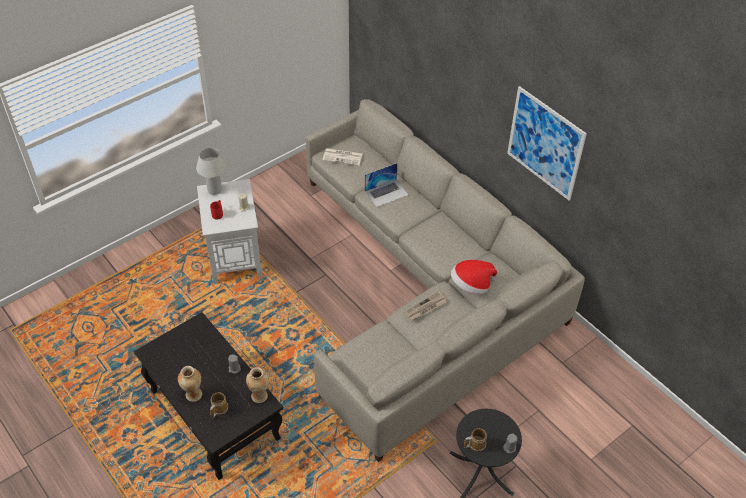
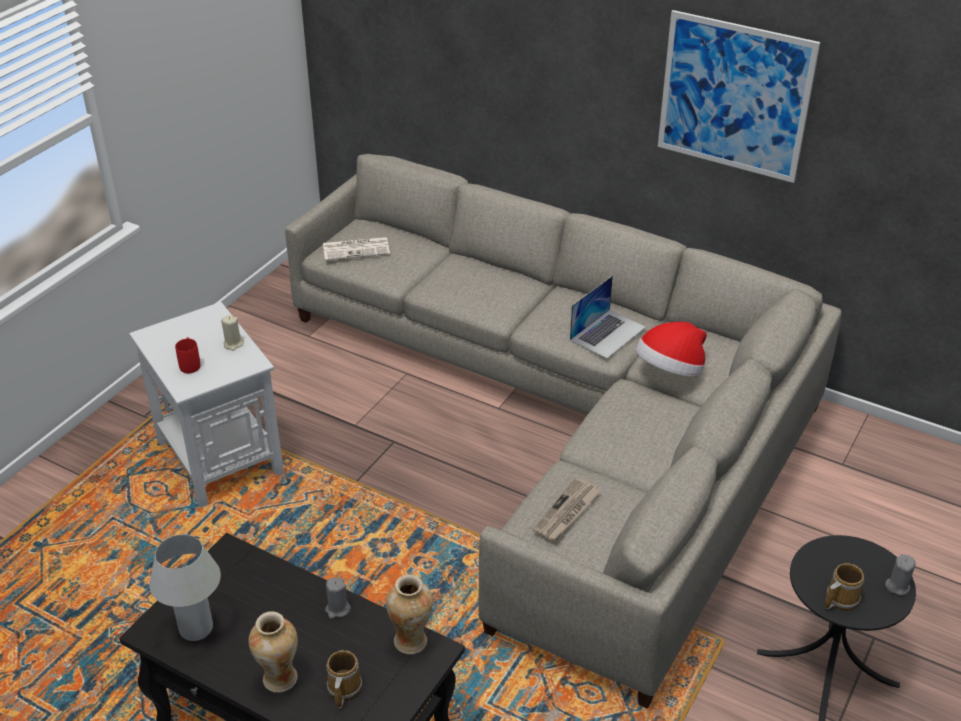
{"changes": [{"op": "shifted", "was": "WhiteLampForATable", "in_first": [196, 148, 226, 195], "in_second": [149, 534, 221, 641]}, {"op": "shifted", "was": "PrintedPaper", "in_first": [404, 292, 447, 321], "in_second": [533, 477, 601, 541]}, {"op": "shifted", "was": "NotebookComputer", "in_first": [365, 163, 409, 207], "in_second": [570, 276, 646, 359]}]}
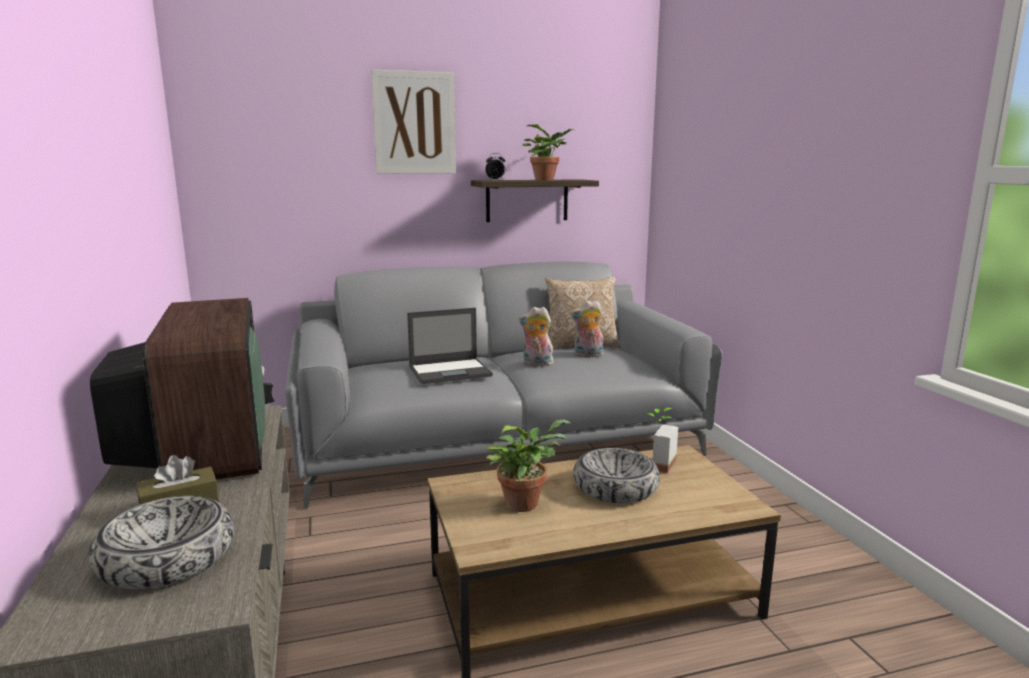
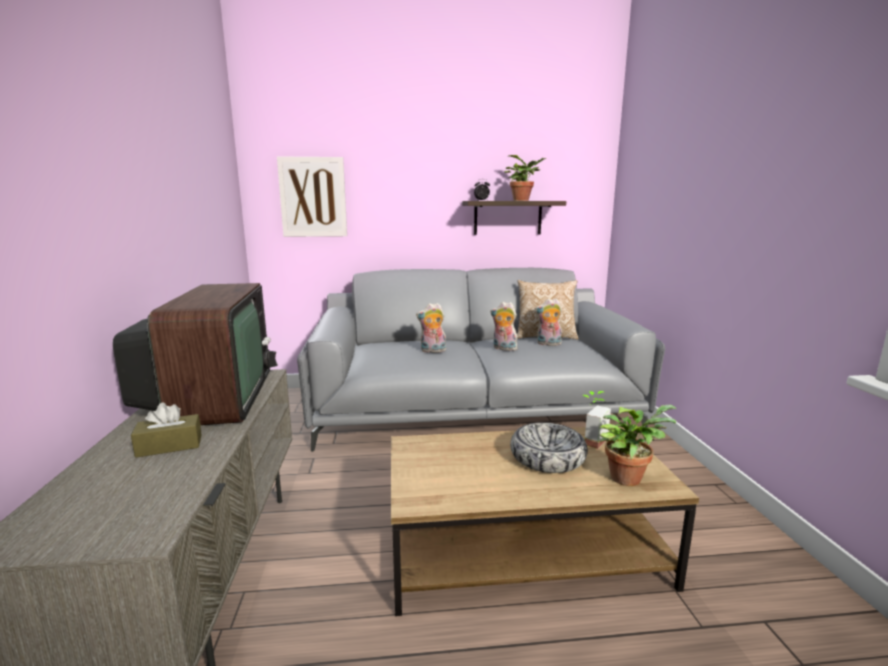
{"changes": [{"op": "shifted", "was": "WallArt", "in_first": [371, 70, 456, 174], "in_second": [277, 156, 347, 237]}, {"op": "swapped", "was": "NotebookComputer", "now": "SoftToy", "in_first": [407, 308, 493, 384], "in_second": [416, 303, 446, 354]}, {"op": "shifted", "was": "PottedPlant", "in_first": [486, 419, 570, 512], "in_second": [600, 405, 677, 486]}, {"op": "gone", "was": "DeepDish", "in_first": [89, 496, 234, 589]}]}
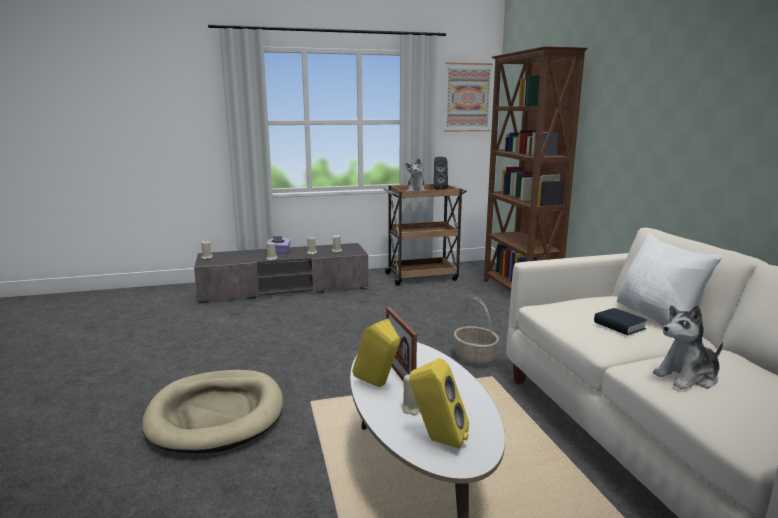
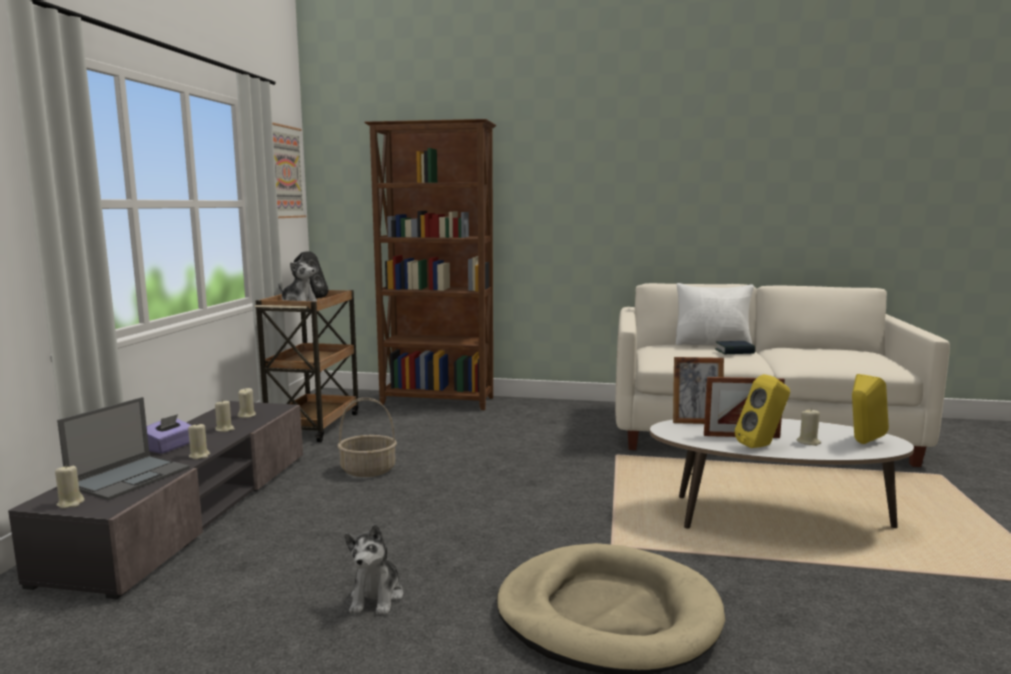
{"changes": [{"op": "new", "now": "NotebookComputer", "in_second": [57, 397, 190, 500]}, {"op": "shifted", "was": "Basket", "in_first": [453, 297, 499, 366], "in_second": [338, 397, 397, 477]}, {"op": "shifted", "was": "SoftToy", "in_first": [653, 305, 723, 389], "in_second": [344, 524, 403, 615]}, {"op": "new", "now": "PictureFrame", "in_second": [673, 357, 724, 424]}]}
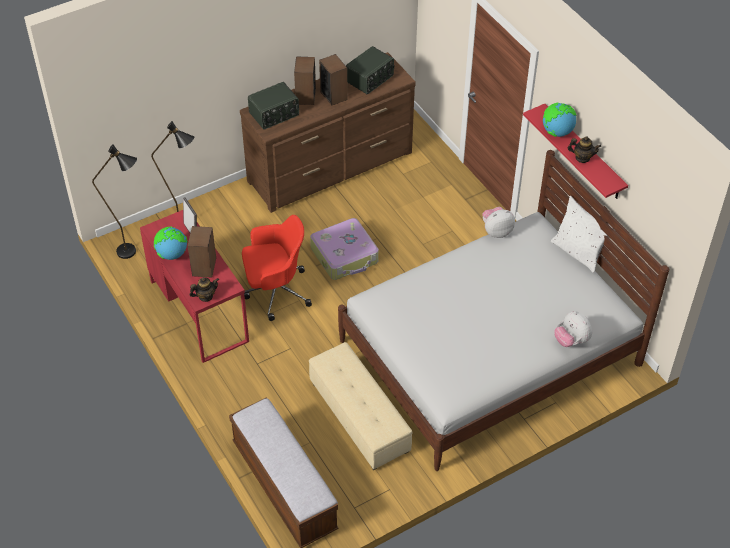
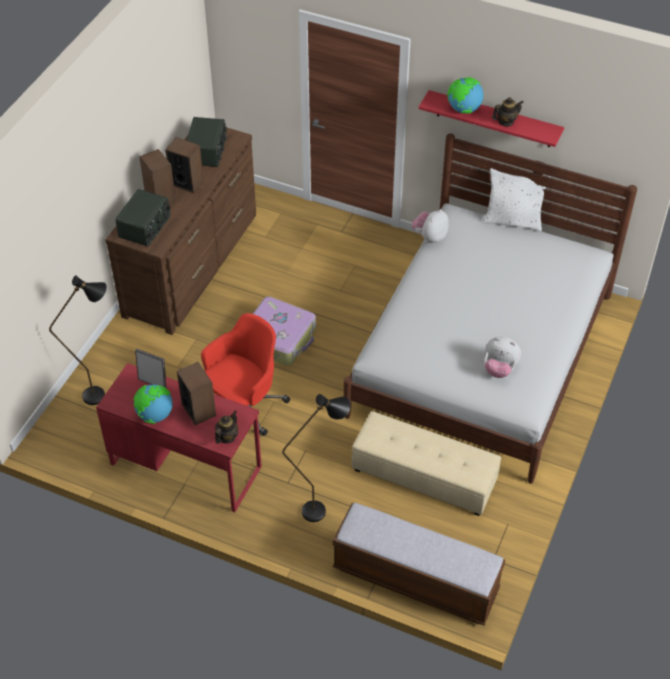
{"changes": [{"op": "shifted", "was": "BlackColouredStandardLamp", "in_first": [92, 144, 137, 259], "in_second": [282, 394, 351, 522]}, {"op": "shifted", "was": "SoftToy", "in_first": [554, 311, 592, 347], "in_second": [484, 337, 521, 378]}]}
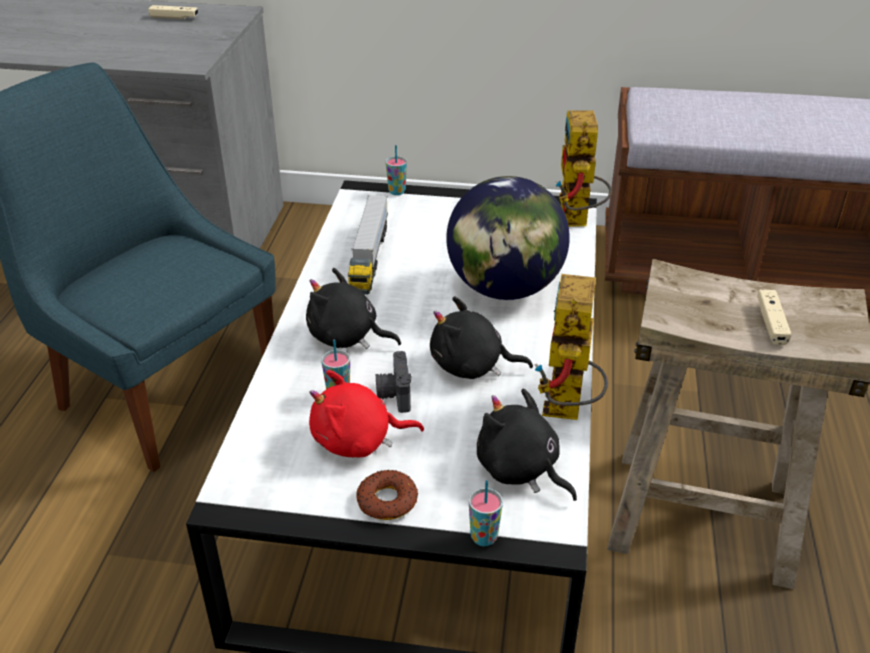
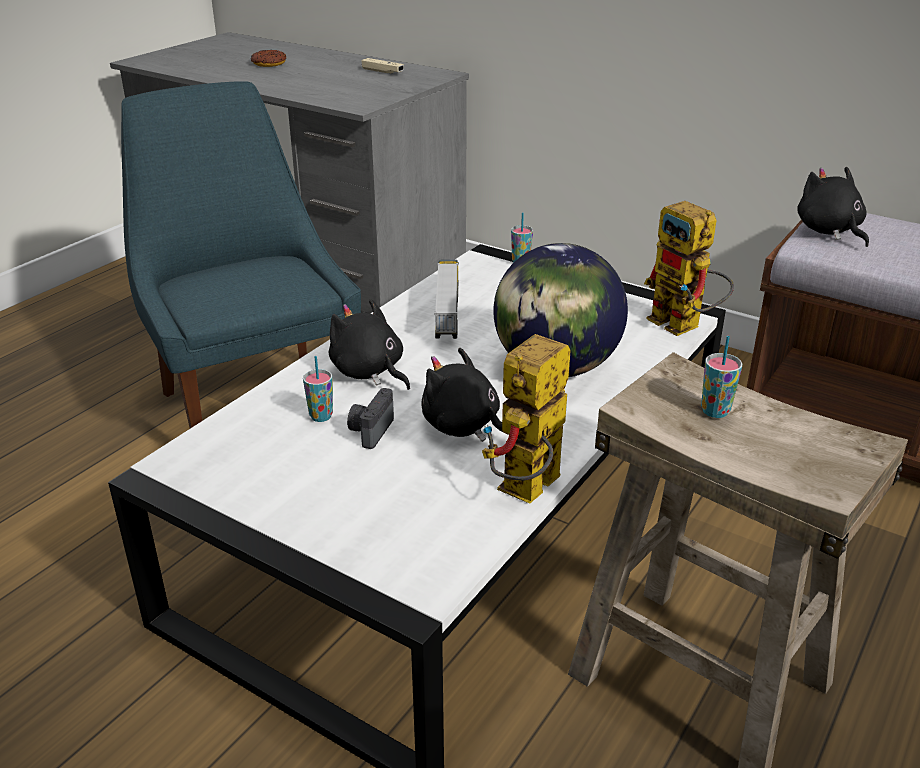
{"changes": [{"op": "shifted", "was": "Doughnut", "in_first": [356, 470, 418, 520], "in_second": [251, 50, 286, 67]}, {"op": "rotated", "was": "ModelTruck", "in_first": [348, 194, 388, 295], "in_second": [434, 260, 459, 339], "clockwise": 150}, {"op": "rotated", "was": "RobotFigure", "in_first": [555, 110, 612, 227], "in_second": [644, 201, 734, 336], "clockwise": -60}, {"op": "shifted", "was": "DrinkingCup", "in_first": [469, 480, 503, 546], "in_second": [701, 336, 742, 418]}, {"op": "shifted", "was": "BlackColouredSoftToy", "in_first": [477, 388, 577, 501], "in_second": [797, 167, 869, 247]}, {"op": "gone", "was": "ReddishSoftToy", "in_first": [309, 370, 424, 457]}, {"op": "gone", "was": "BeigeJoypad", "in_first": [757, 289, 792, 345]}]}
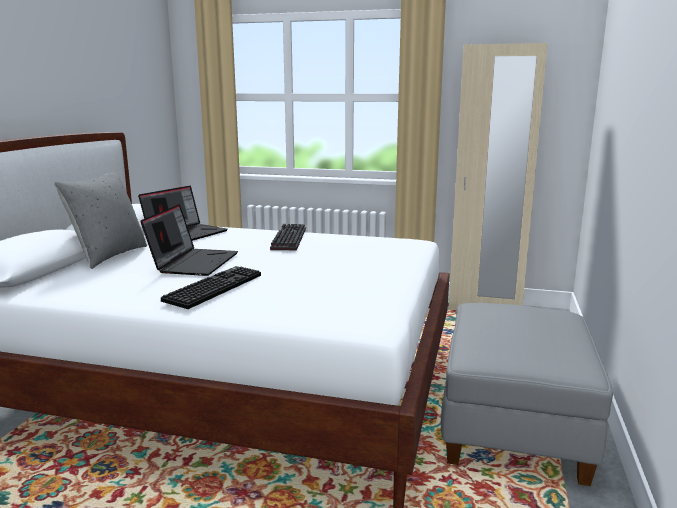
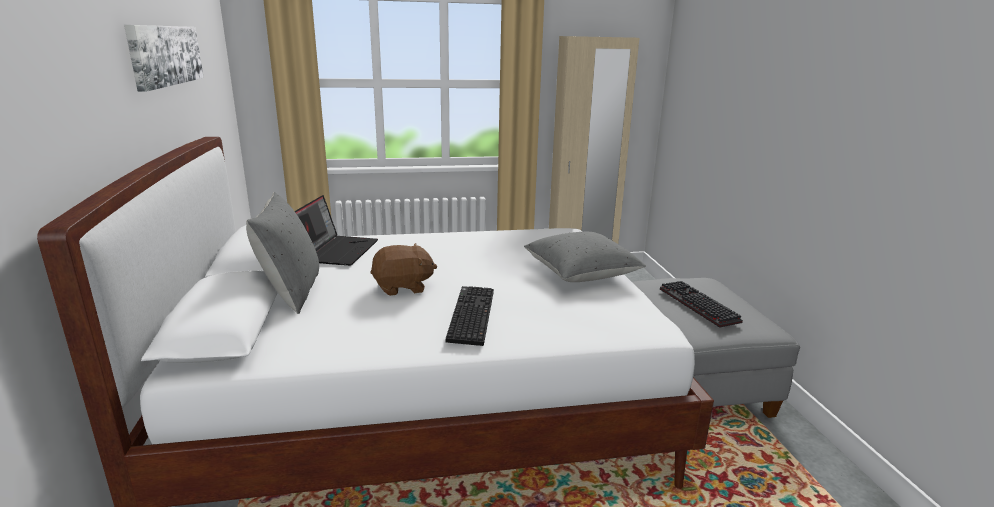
{"changes": [{"op": "new", "now": "WallArt", "in_second": [124, 25, 204, 92]}, {"op": "swapped", "was": "NotebookComputer", "now": "BrownSoftToy", "in_first": [140, 204, 238, 276], "in_second": [370, 243, 437, 296]}, {"op": "new", "now": "GreyishPillow", "in_second": [524, 232, 646, 282]}, {"op": "shifted", "was": "ComputerKeyboard", "in_first": [270, 224, 306, 250], "in_second": [660, 281, 743, 328]}]}
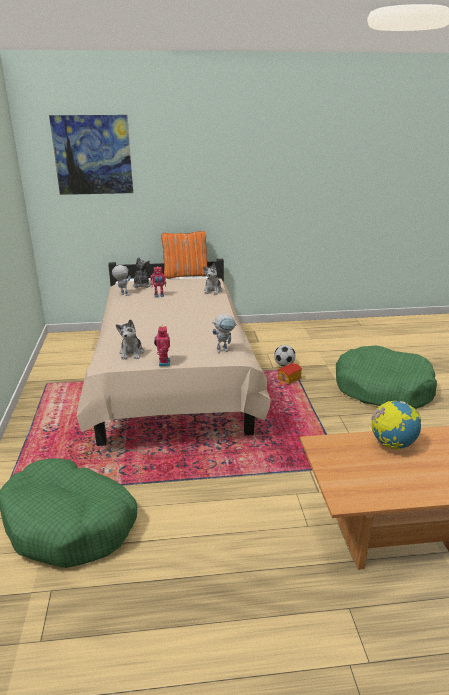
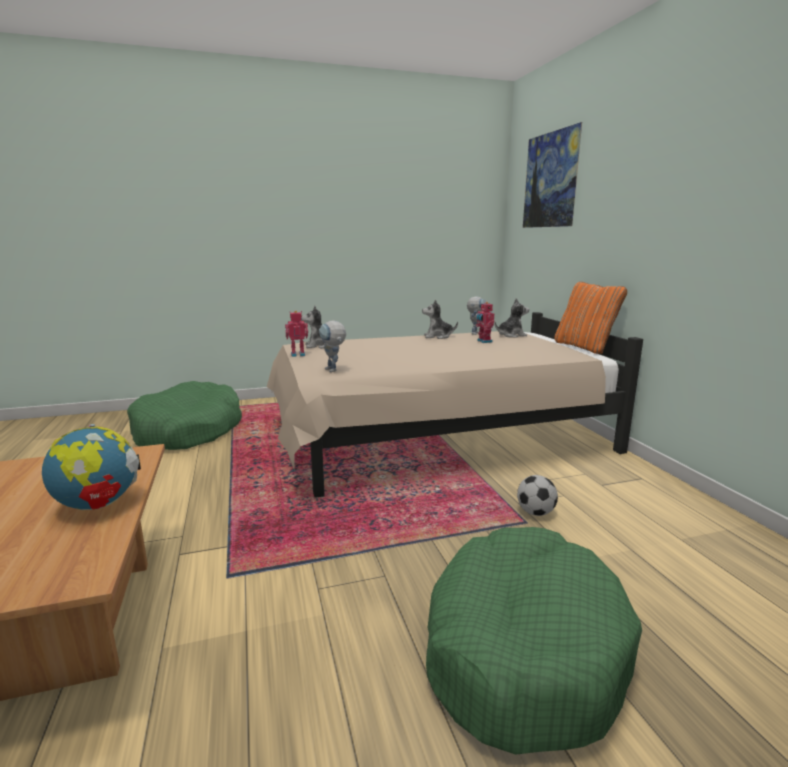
{"changes": [{"op": "shifted", "was": "SoftToy", "in_first": [203, 263, 222, 295], "in_second": [422, 299, 458, 339]}, {"op": "gone", "was": "ModelHouse", "in_first": [277, 363, 303, 385]}]}
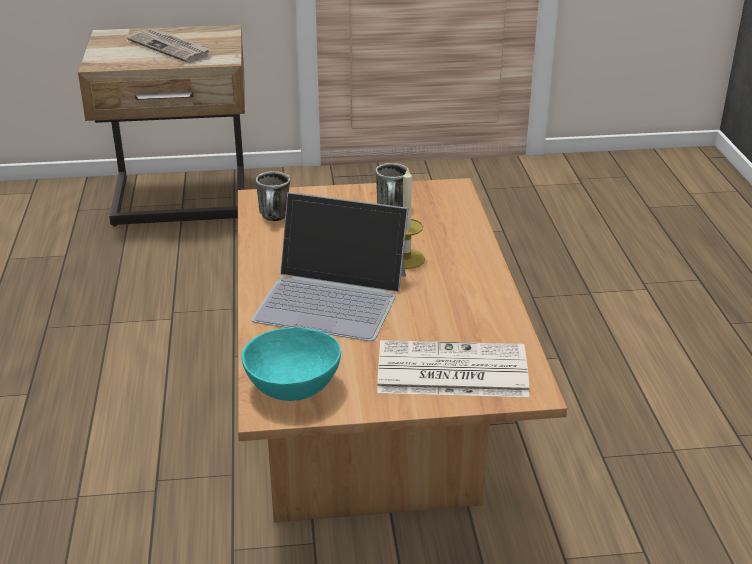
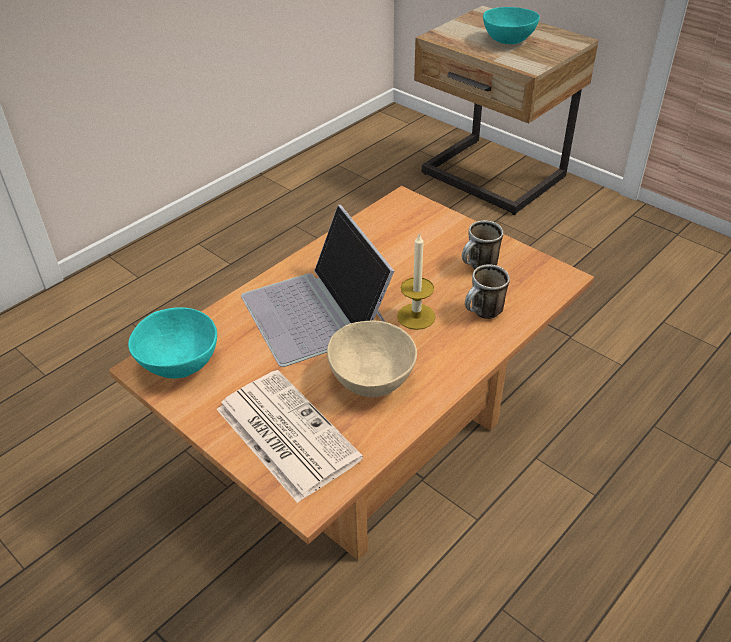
{"changes": [{"op": "new", "now": "BeigeDeepDish", "in_second": [327, 320, 417, 397]}, {"op": "shifted", "was": "CoffeeMug", "in_first": [256, 171, 290, 221], "in_second": [465, 264, 510, 319]}, {"op": "swapped", "was": "PrintedPaper", "now": "BlueGreenDeepDish", "in_first": [127, 29, 212, 63], "in_second": [483, 7, 540, 44]}]}
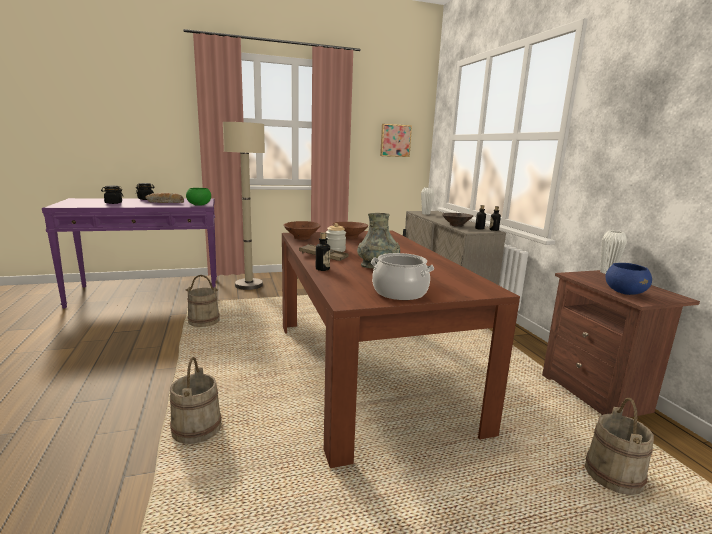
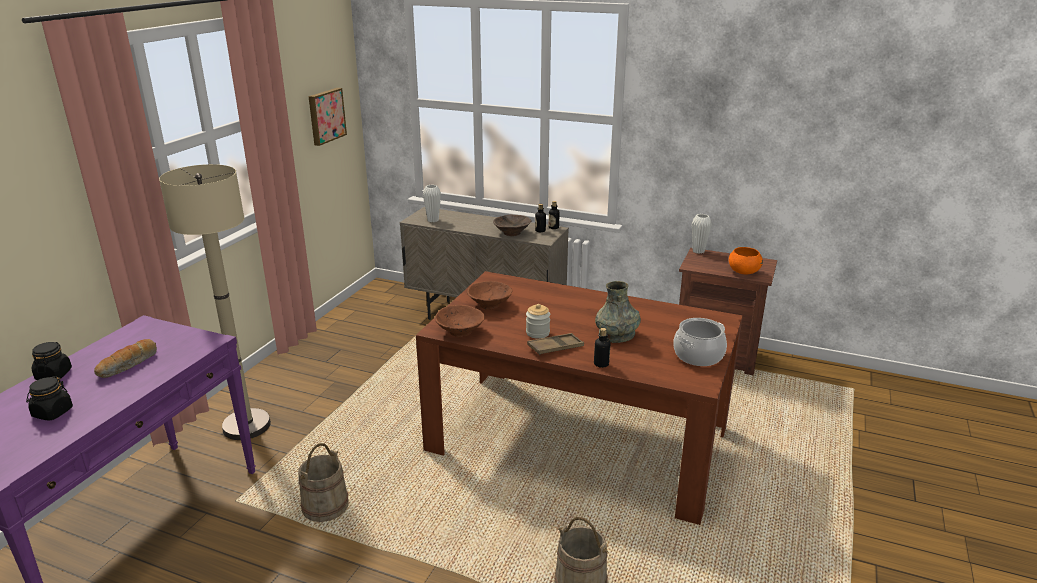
{"changes": [{"op": "repainted", "was": "BluishDeepDish", "now": "OrangeDeepDish", "in_first": [605, 263, 652, 295], "in_second": [729, 247, 763, 274]}, {"op": "gone", "was": "GreenColouredDeepDish", "in_first": [186, 188, 211, 206]}, {"op": "gone", "was": "BeigeWaterBucket", "in_first": [585, 398, 654, 495]}]}
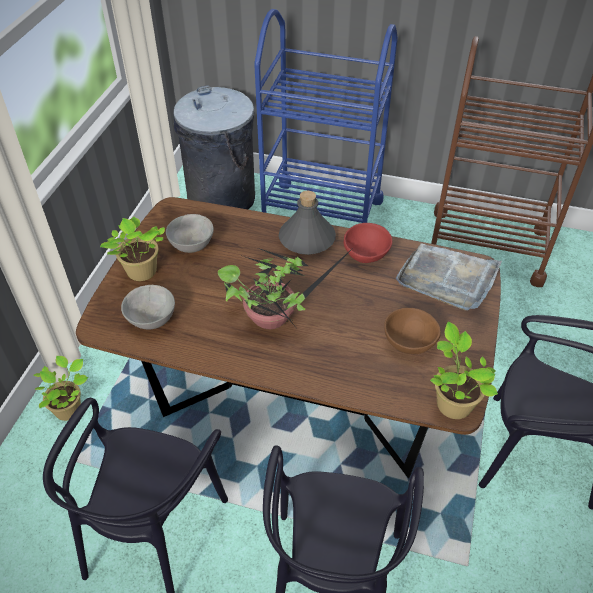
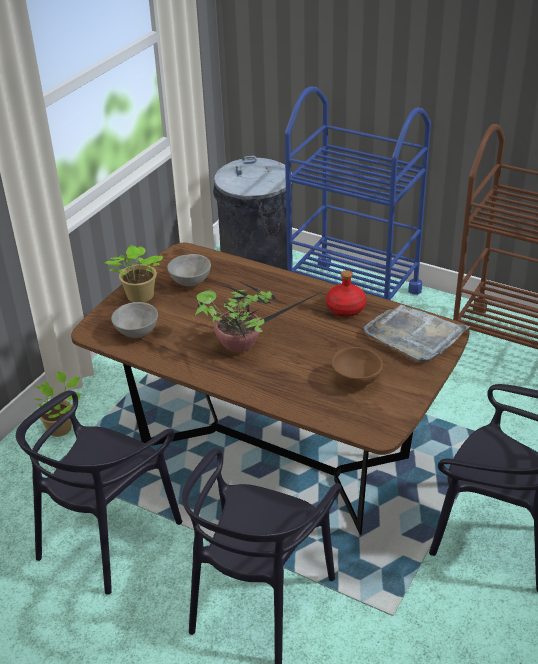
{"changes": [{"op": "swapped", "was": "ReddishDeepDish", "now": "ReddishBeverageBottle", "in_first": [344, 223, 392, 263], "in_second": [326, 270, 366, 317]}, {"op": "gone", "was": "GreyishBeverageBottle", "in_first": [279, 191, 336, 255]}, {"op": "gone", "was": "PottedPlant", "in_first": [430, 322, 498, 419]}]}
